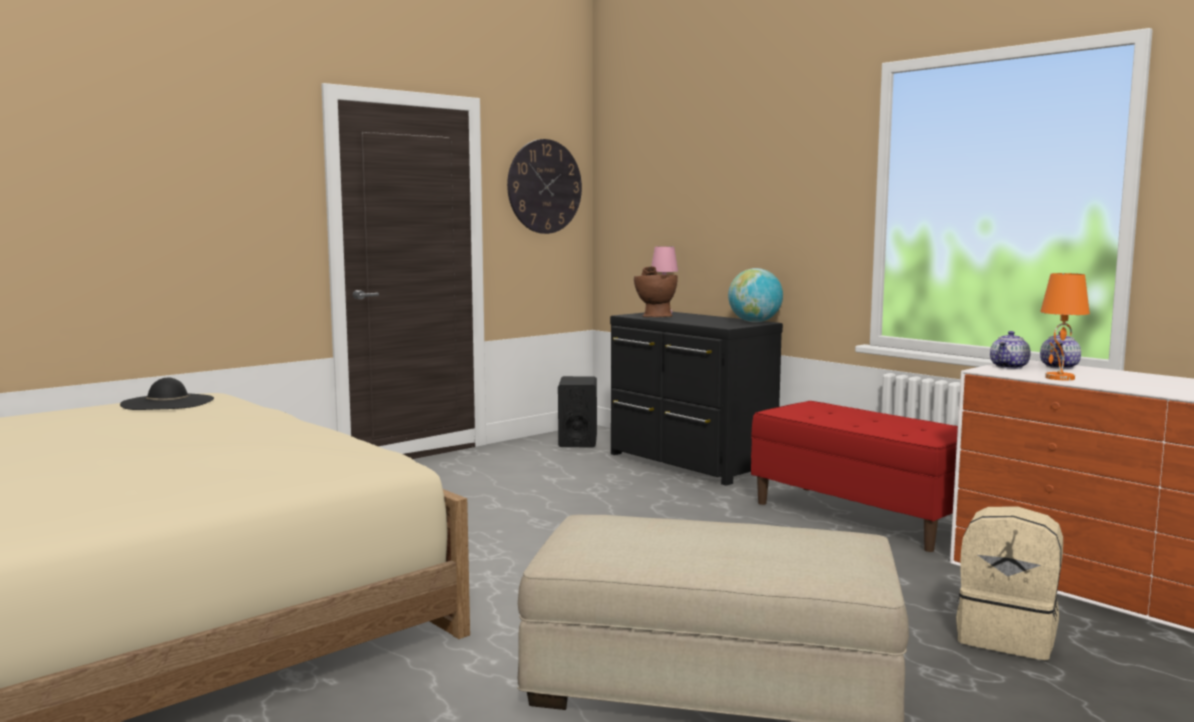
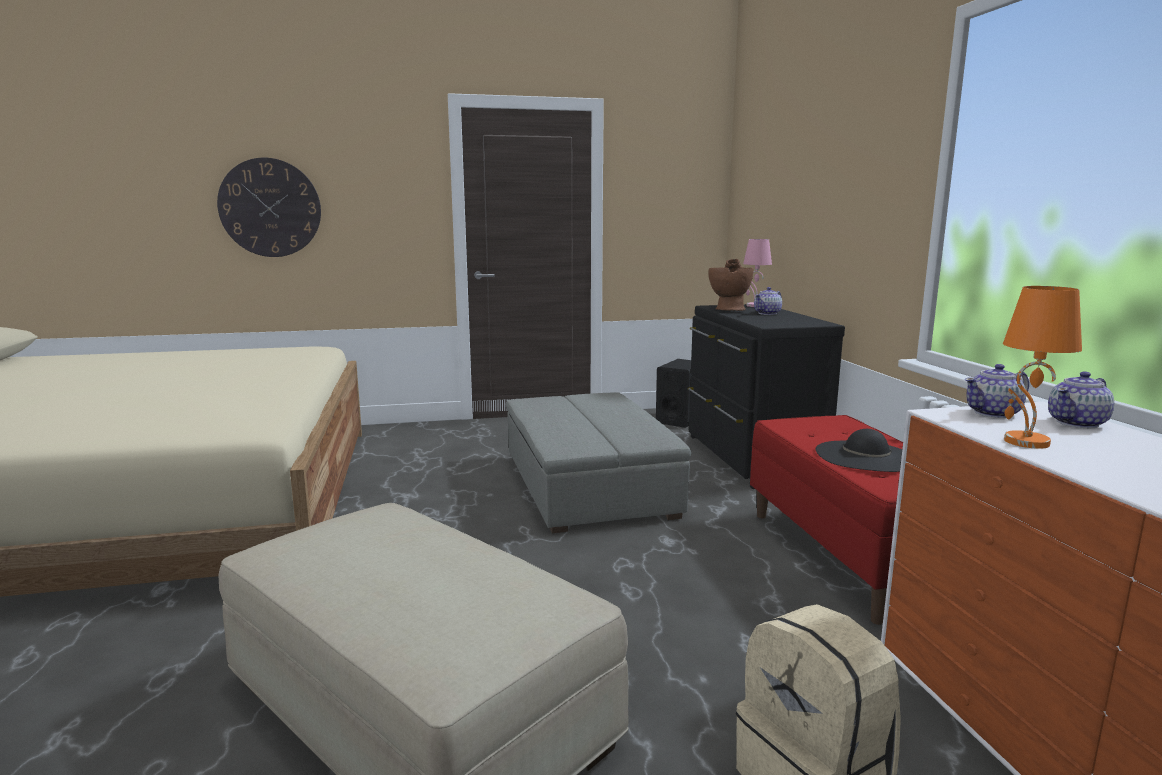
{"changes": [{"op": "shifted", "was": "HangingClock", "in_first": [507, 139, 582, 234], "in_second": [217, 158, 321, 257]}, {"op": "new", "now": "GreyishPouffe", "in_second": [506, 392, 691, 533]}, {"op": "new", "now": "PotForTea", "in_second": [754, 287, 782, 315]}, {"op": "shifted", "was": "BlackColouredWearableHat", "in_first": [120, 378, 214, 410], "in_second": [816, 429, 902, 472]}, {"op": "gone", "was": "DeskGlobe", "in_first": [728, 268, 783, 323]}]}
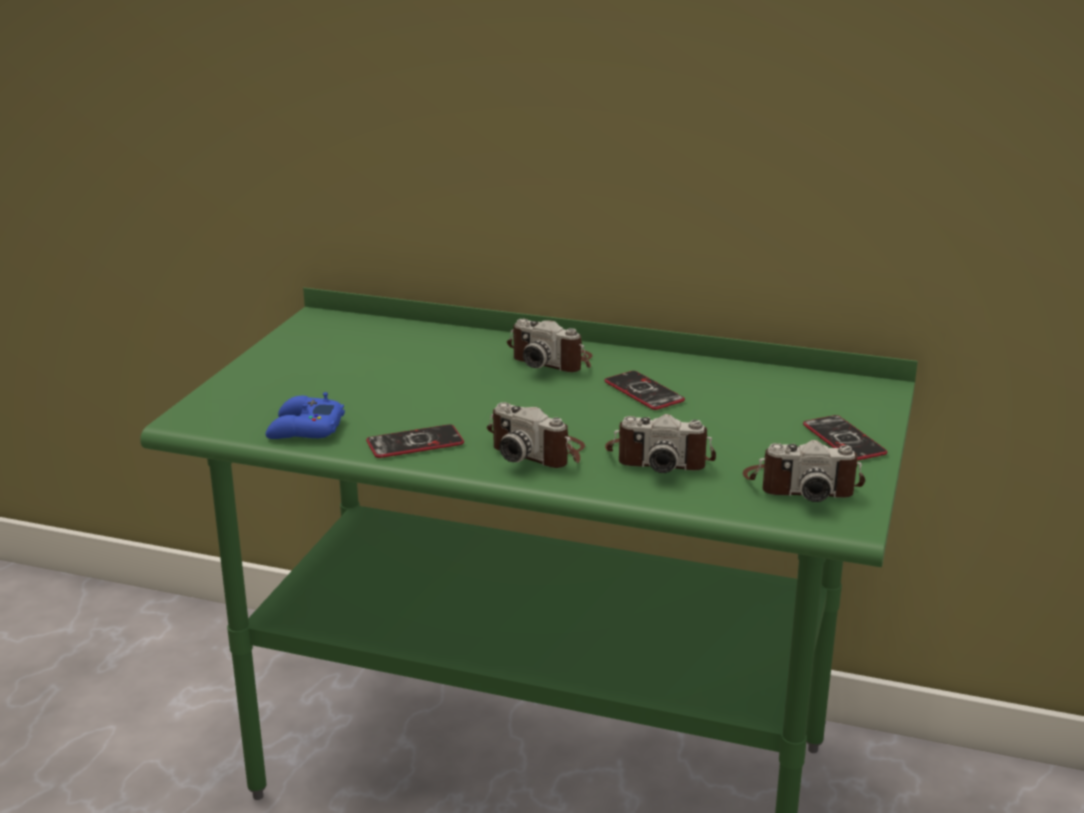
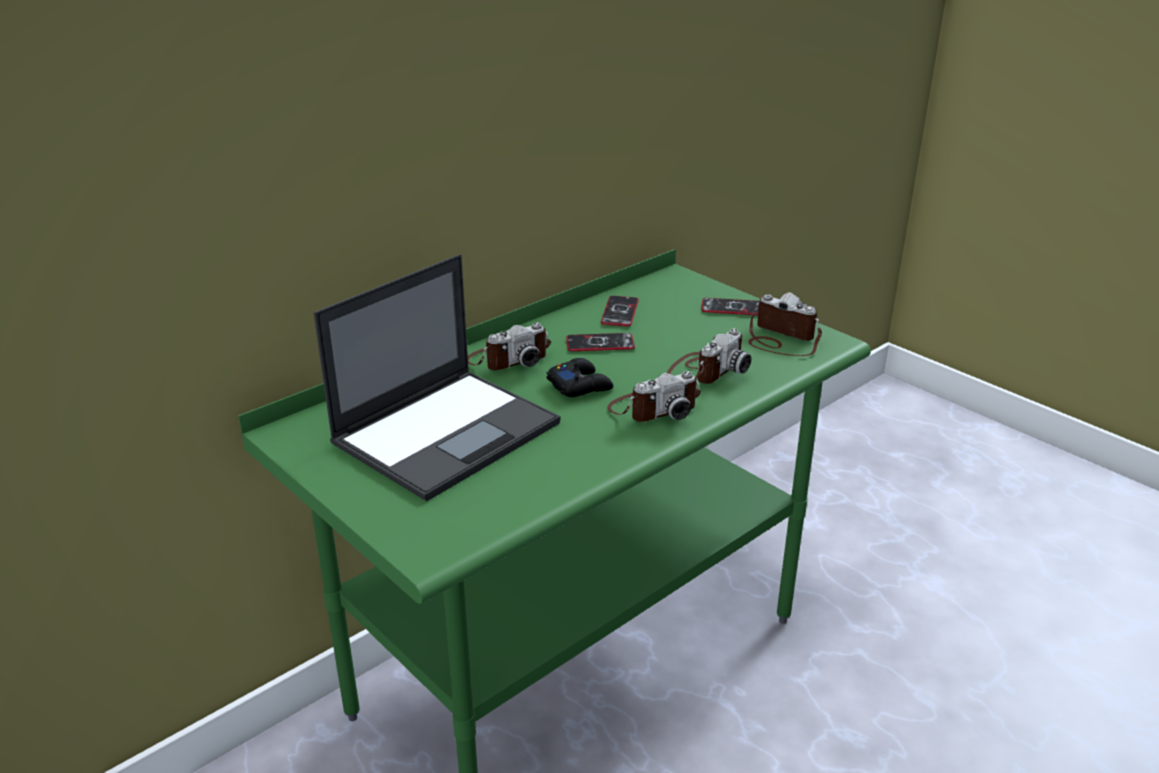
{"changes": [{"op": "new", "now": "NotebookComputer", "in_second": [313, 254, 561, 501]}, {"op": "new", "now": "BlackColouredJoypad", "in_second": [546, 358, 613, 397]}, {"op": "shifted", "was": "Handset", "in_first": [366, 424, 464, 458], "in_second": [601, 296, 639, 326]}, {"op": "rotated", "was": "PhotoCamera", "in_first": [743, 440, 865, 502], "in_second": [748, 292, 822, 356], "clockwise": -90}, {"op": "gone", "was": "BluishJoypad", "in_first": [266, 392, 345, 439]}]}
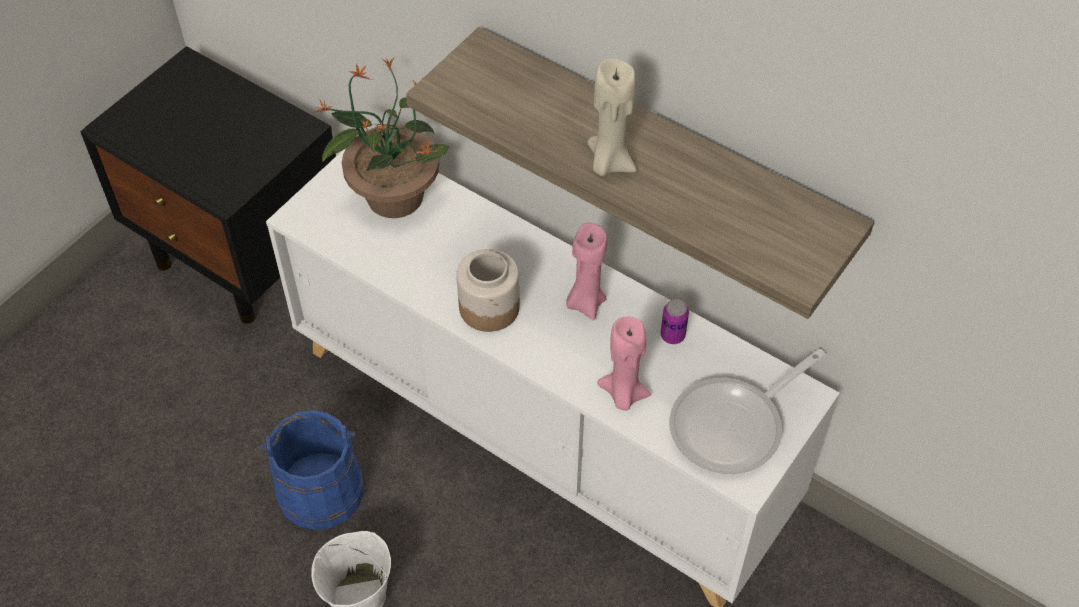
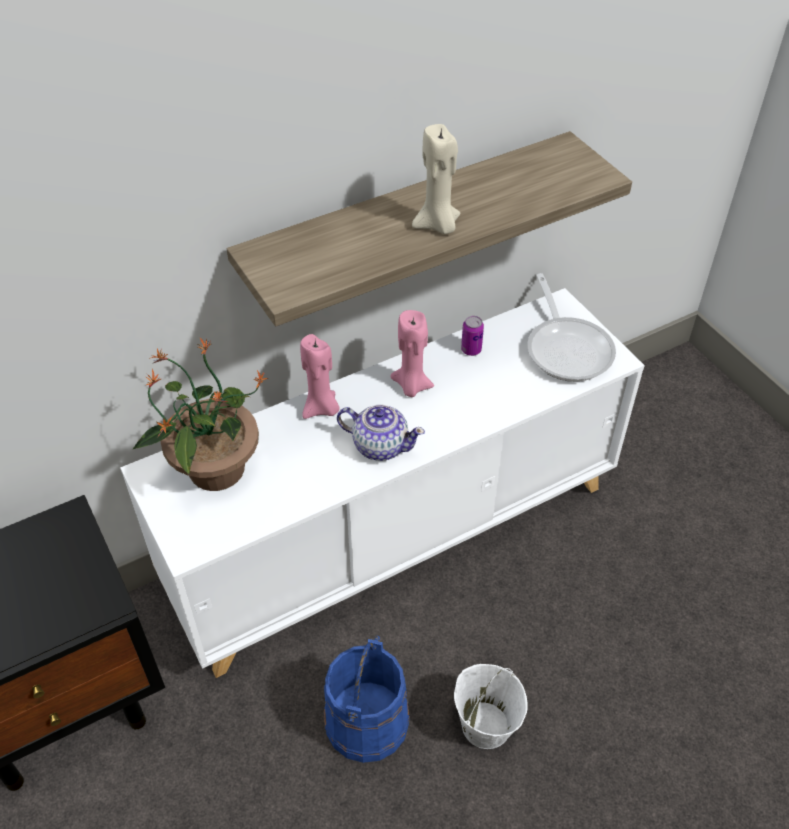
{"changes": [{"op": "shifted", "was": "PinkWaxCandle", "in_first": [597, 316, 651, 411], "in_second": [300, 334, 340, 419]}, {"op": "swapped", "was": "PreserveJar", "now": "PotForTea", "in_first": [457, 249, 520, 332], "in_second": [337, 405, 425, 461]}]}
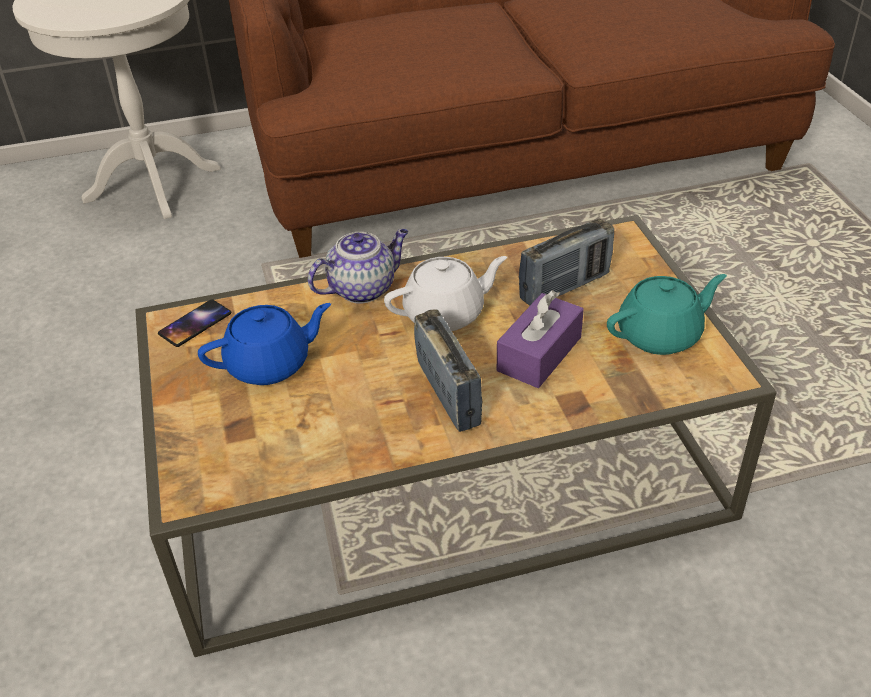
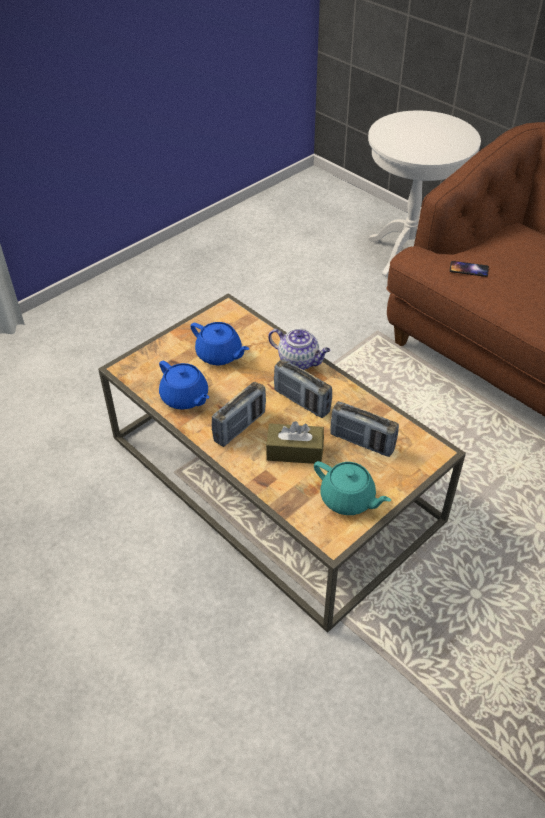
{"changes": [{"op": "new", "now": "BluishPotForTea", "in_second": [159, 361, 209, 410]}, {"op": "repainted", "was": "PurpleTissueHolder", "now": "BrownTissueHolder", "in_first": [497, 290, 584, 388], "in_second": [266, 421, 324, 464]}, {"op": "swapped", "was": "WhitePotForTea", "now": "RadioSet", "in_first": [384, 256, 507, 331], "in_second": [274, 359, 332, 418]}, {"op": "shifted", "was": "Handset", "in_first": [158, 299, 231, 347], "in_second": [450, 261, 489, 277]}]}
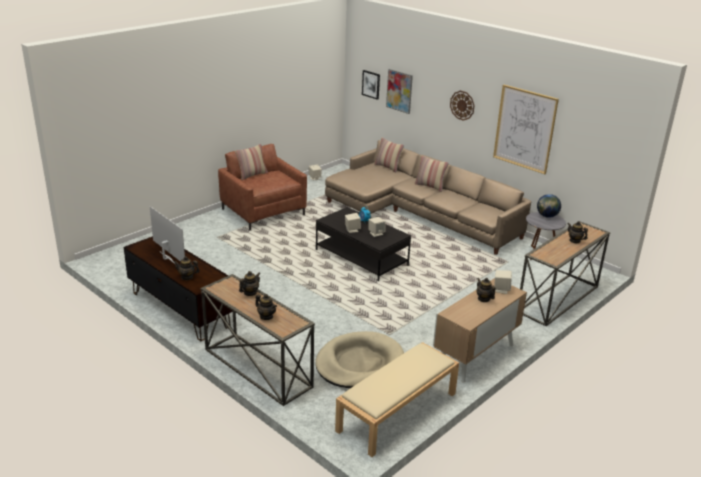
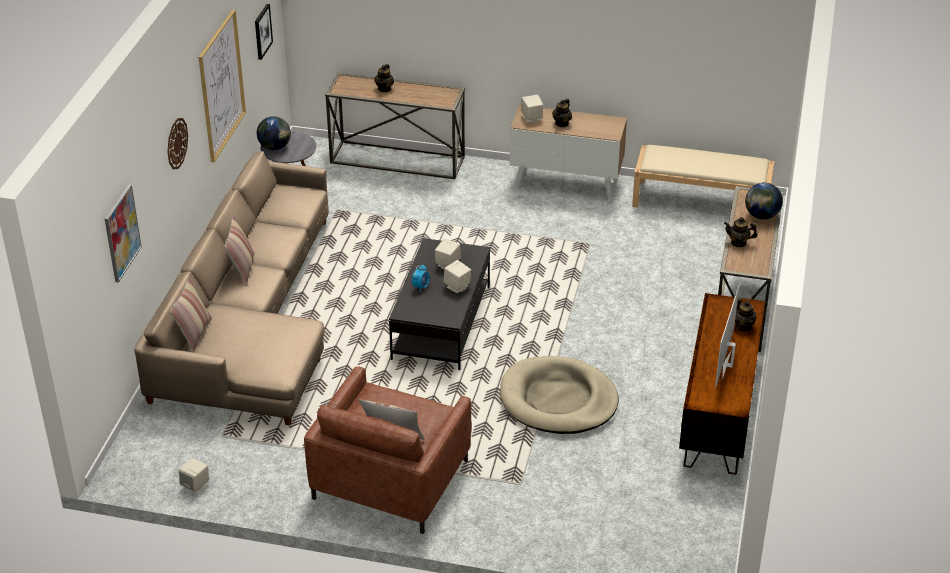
{"changes": [{"op": "shifted", "was": "WallArt", "in_first": [362, 70, 380, 100], "in_second": [255, 4, 273, 60]}, {"op": "shifted", "was": "BeigeDogBed", "in_first": [315, 331, 404, 388], "in_second": [500, 356, 619, 434]}, {"op": "swapped", "was": "PotForTea", "now": "DeskGlobe", "in_first": [255, 294, 277, 320], "in_second": [745, 183, 783, 220]}]}
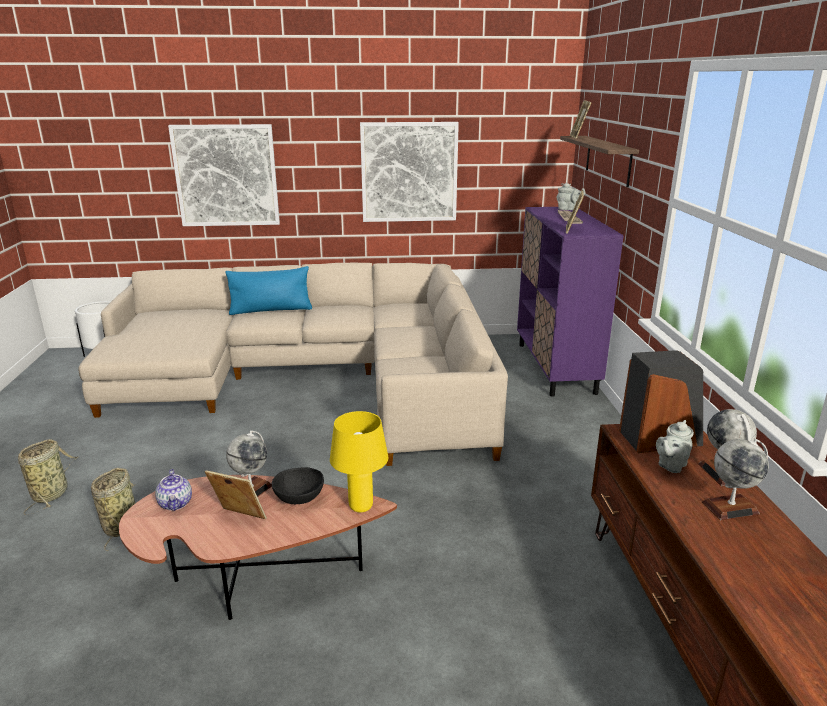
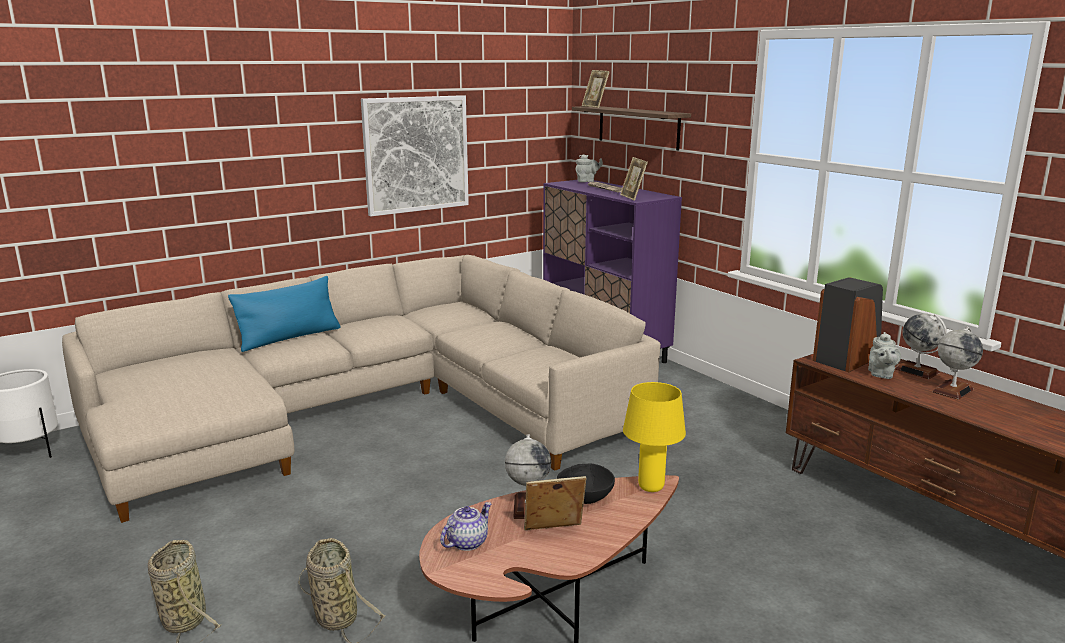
{"changes": [{"op": "rotated", "was": "PotForTea", "in_first": [155, 469, 192, 511], "in_second": [440, 502, 492, 551], "clockwise": -90}, {"op": "gone", "was": "WallArt", "in_first": [168, 124, 280, 226]}]}
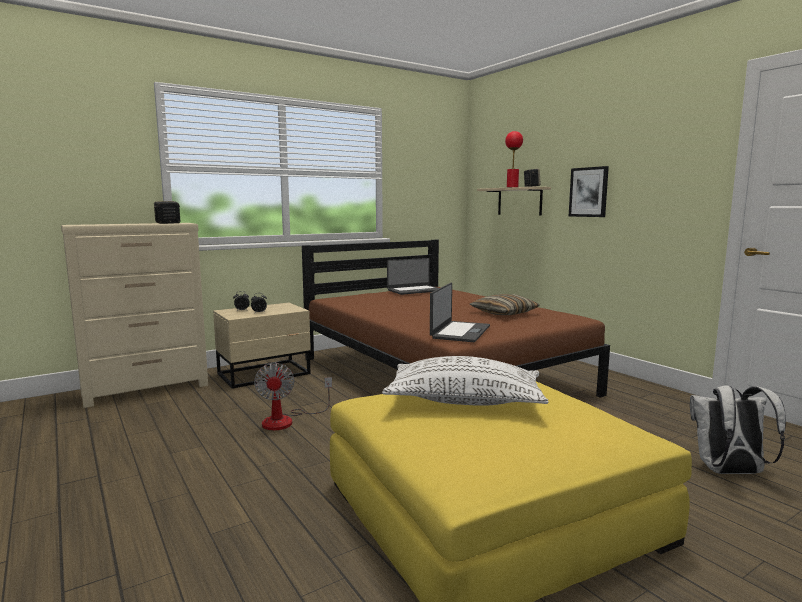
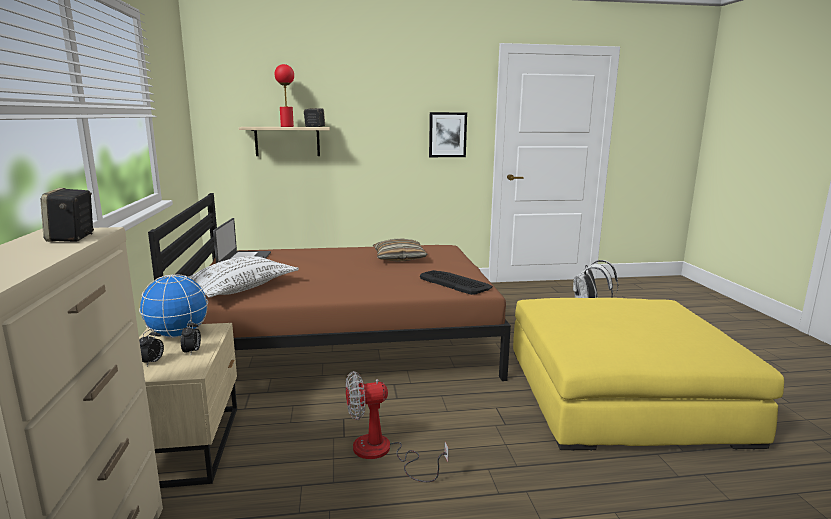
{"changes": [{"op": "new", "now": "DeskGlobe", "in_second": [139, 274, 208, 338]}, {"op": "shifted", "was": "WhitePillow", "in_first": [382, 356, 549, 406], "in_second": [187, 256, 299, 298]}, {"op": "rotated", "was": "Fan", "in_first": [254, 363, 332, 430], "in_second": [346, 371, 449, 482], "clockwise": 150}, {"op": "swapped", "was": "NotebookComputer", "now": "ComputerKeyboard", "in_first": [430, 283, 490, 342], "in_second": [420, 270, 493, 295]}, {"op": "shifted", "was": "WallArt", "in_first": [569, 166, 609, 217], "in_second": [429, 112, 467, 157]}]}
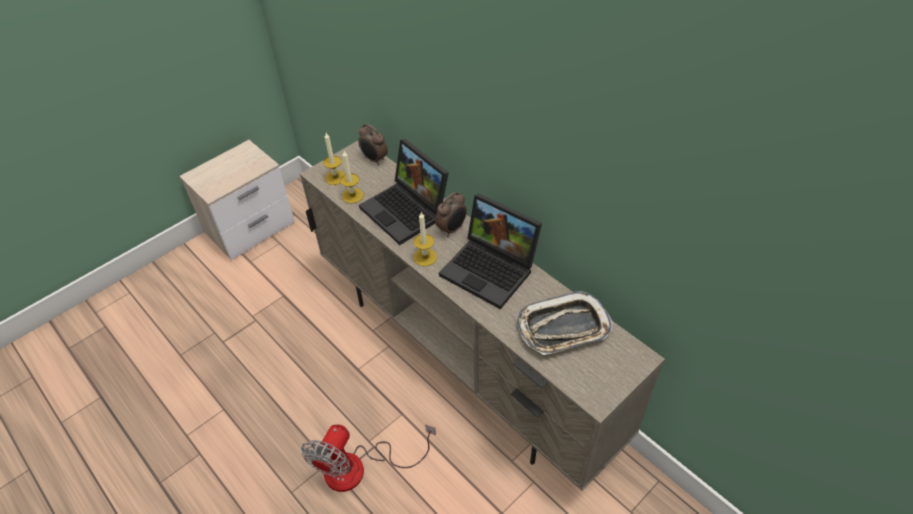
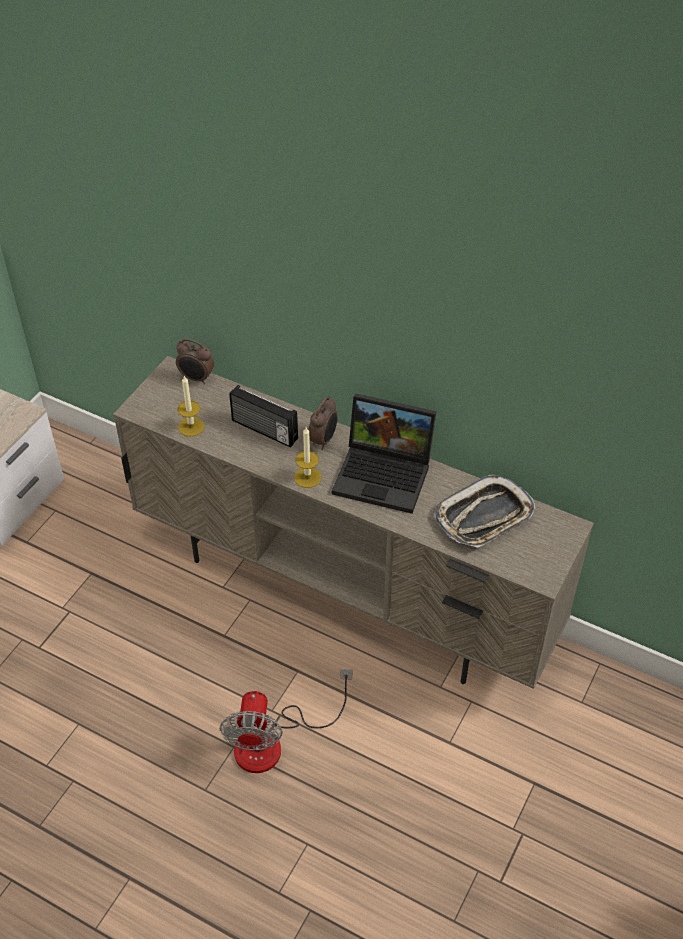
{"changes": [{"op": "swapped", "was": "NotebookComputer", "now": "RadioSet", "in_first": [359, 139, 449, 245], "in_second": [229, 385, 298, 448]}, {"op": "gone", "was": "WaxCandle", "in_first": [323, 133, 346, 185]}]}
